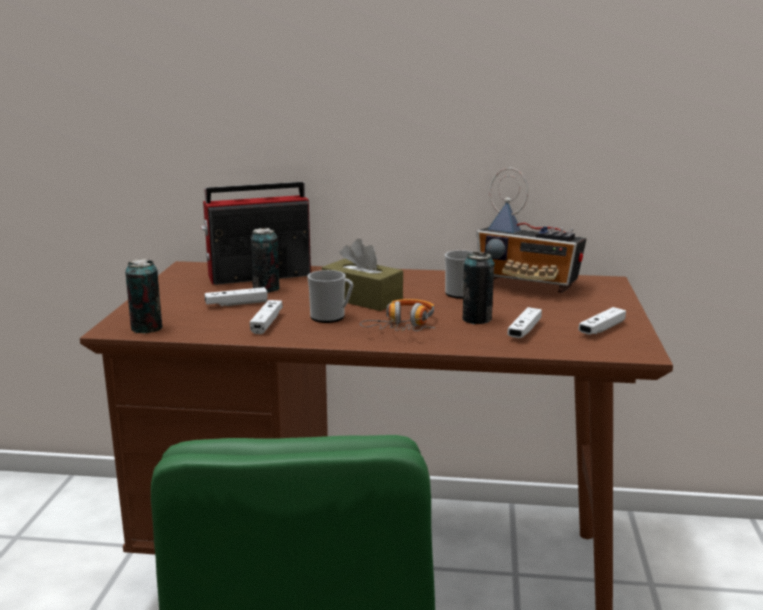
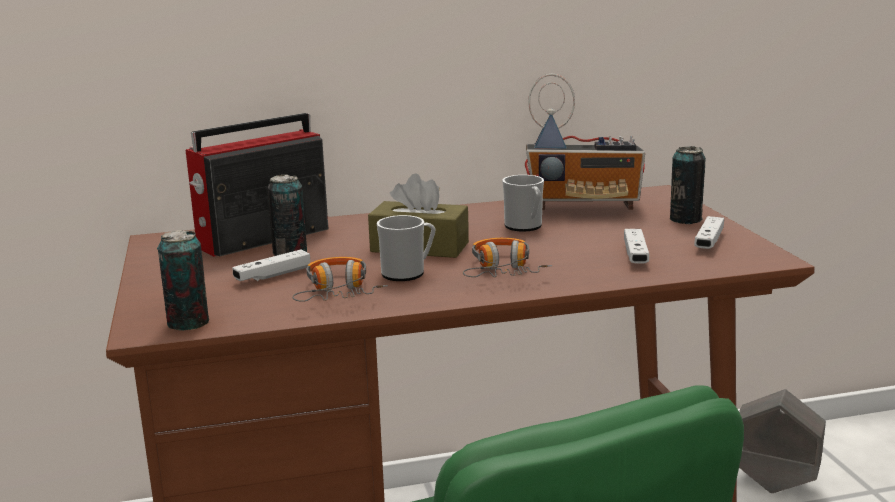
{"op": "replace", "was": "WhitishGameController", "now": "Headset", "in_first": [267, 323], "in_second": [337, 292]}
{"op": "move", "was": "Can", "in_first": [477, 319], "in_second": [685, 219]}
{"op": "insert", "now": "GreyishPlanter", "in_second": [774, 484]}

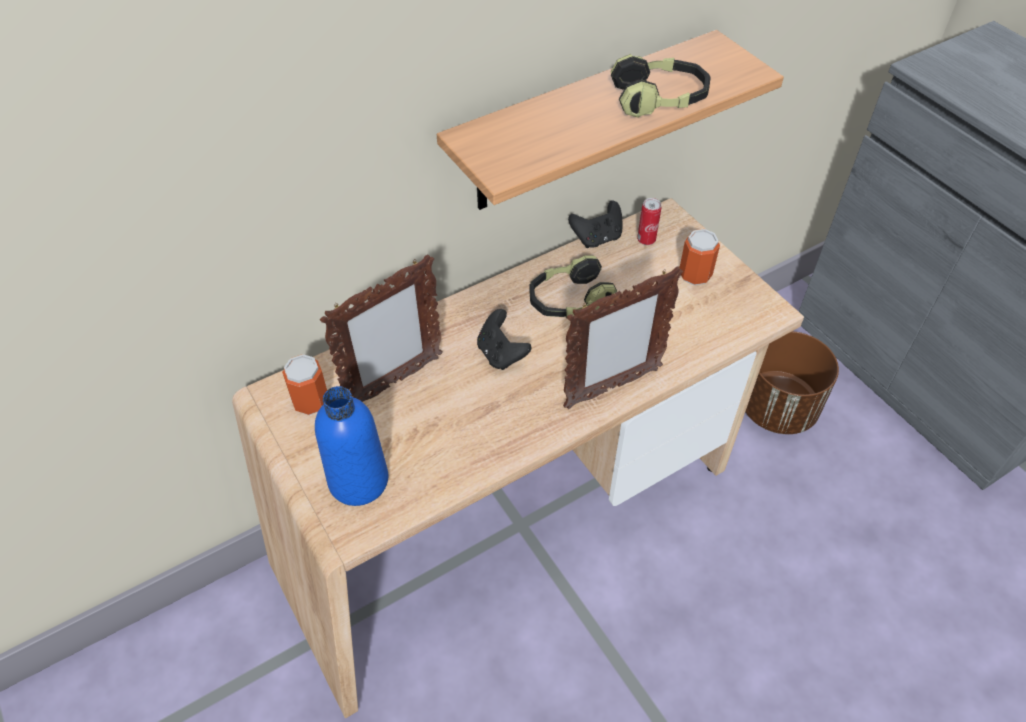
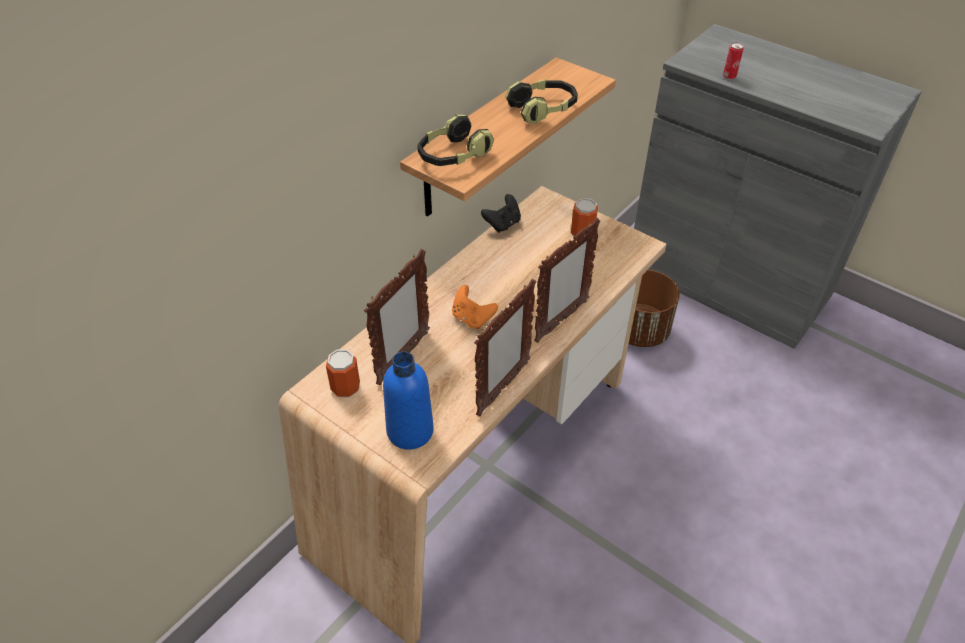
{"op": "move", "was": "Headset", "in_first": [569, 301], "in_second": [453, 156]}
{"op": "recolor", "was": "BlackishGameController", "now": "OrangeGameController", "in_first": [501, 354], "in_second": [472, 318]}
{"op": "insert", "now": "StandingFrame", "in_second": [502, 388]}
{"op": "move", "was": "Can", "in_first": [646, 240], "in_second": [729, 77]}

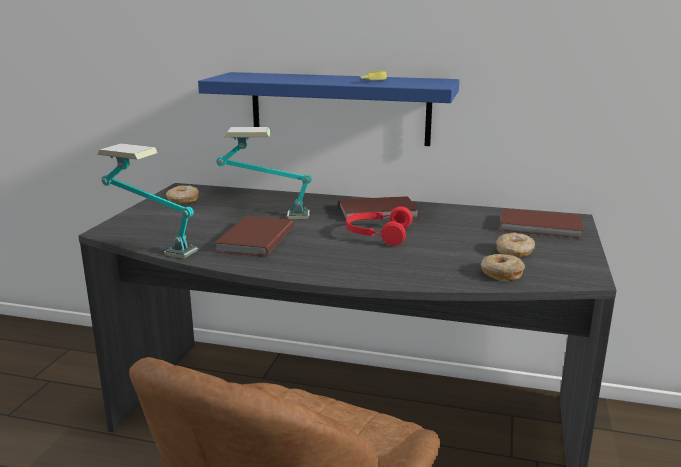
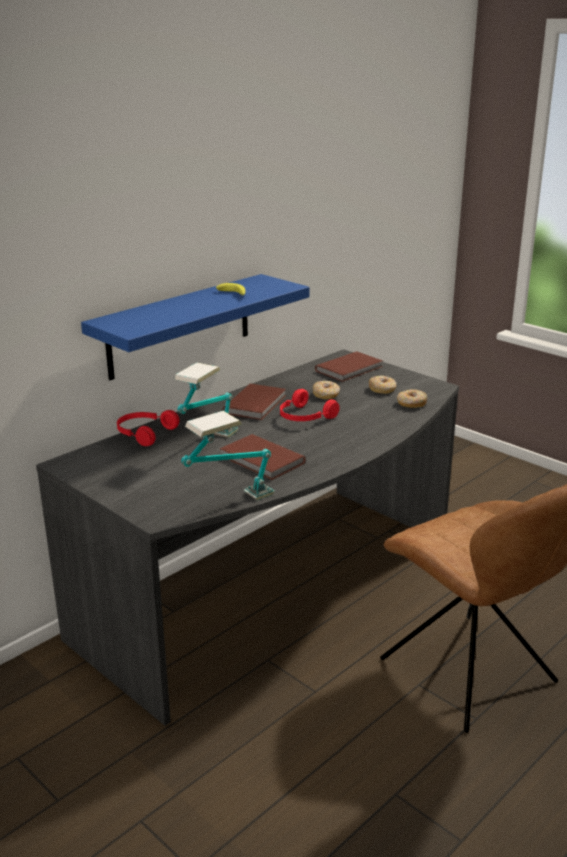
{"op": "insert", "now": "RedHeadset", "in_second": [144, 433]}
{"op": "move", "was": "Doughnut", "in_first": [182, 200], "in_second": [326, 395]}

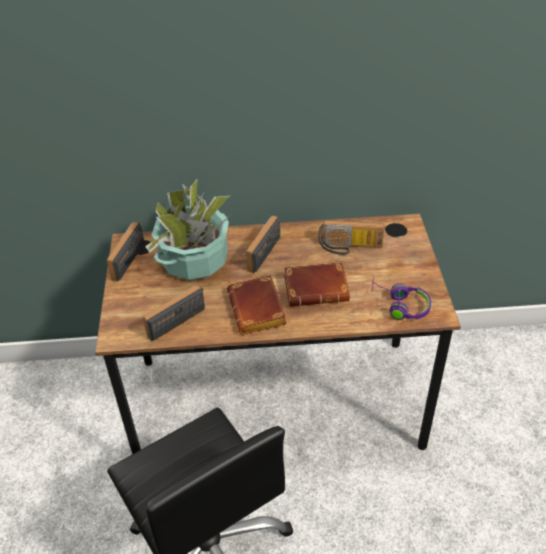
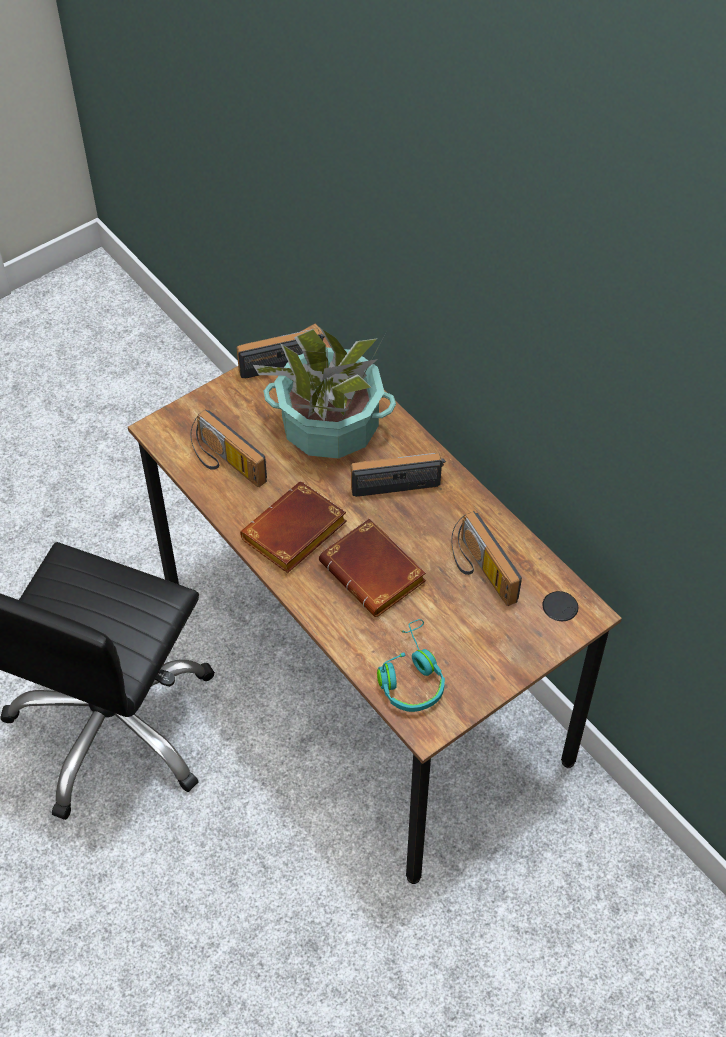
{"op": "rotate", "was": "RadioReceiver", "in_first": [174, 318], "in_second": [224, 463], "clockwise": -150}
{"op": "recolor", "was": "PurpleColouredHeadset", "now": "TurquoiseHeadset", "in_first": [399, 305], "in_second": [410, 676]}

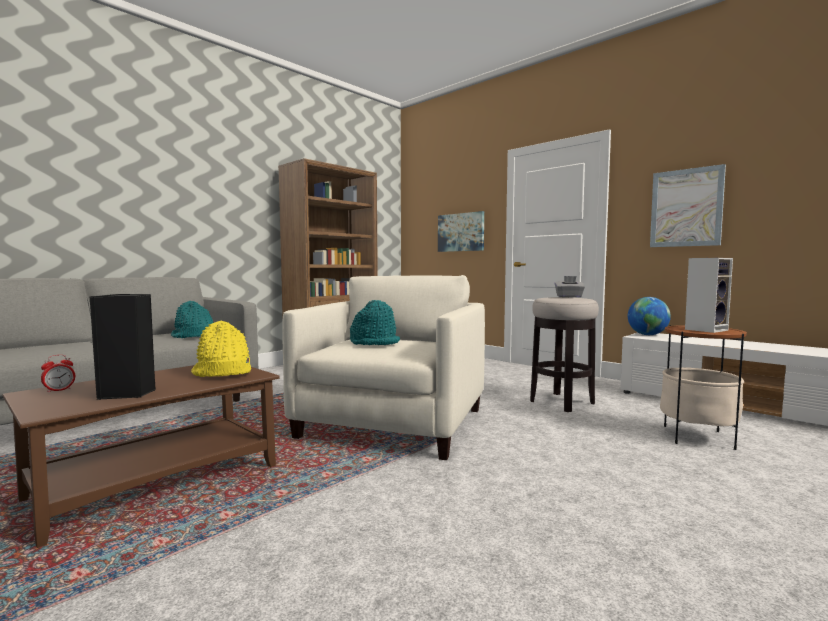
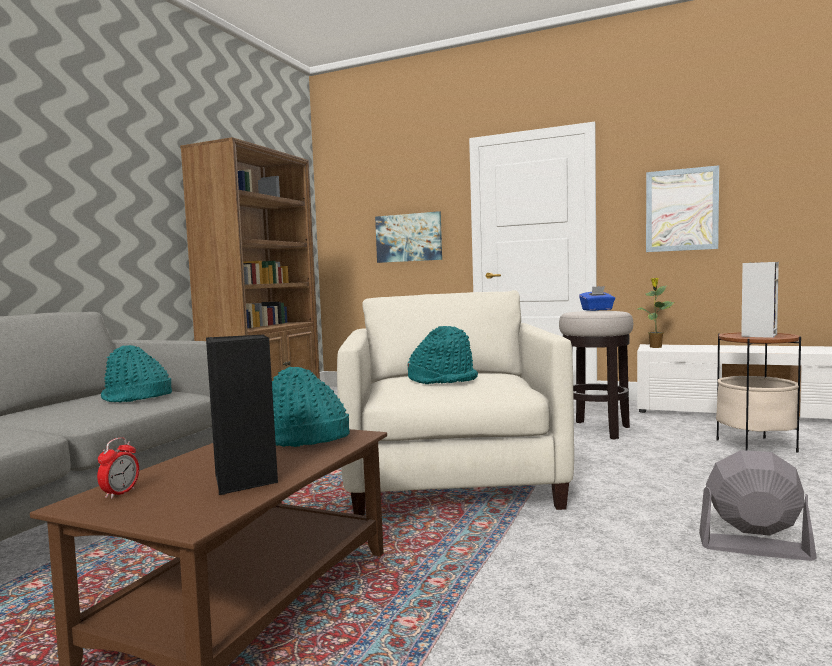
{"op": "recolor", "was": "YellowColouredWearableHat", "now": "TurquoiseWearableHat", "in_first": [222, 372], "in_second": [304, 438]}
{"op": "recolor", "was": "GreyishBoxOfTissues", "now": "BlueColouredBoxOfTissues", "in_first": [569, 296], "in_second": [597, 310]}
{"op": "replace", "was": "Globe", "now": "Houseplant", "in_first": [647, 335], "in_second": [655, 347]}
{"op": "insert", "now": "GreyishCoolingFan", "in_second": [754, 547]}

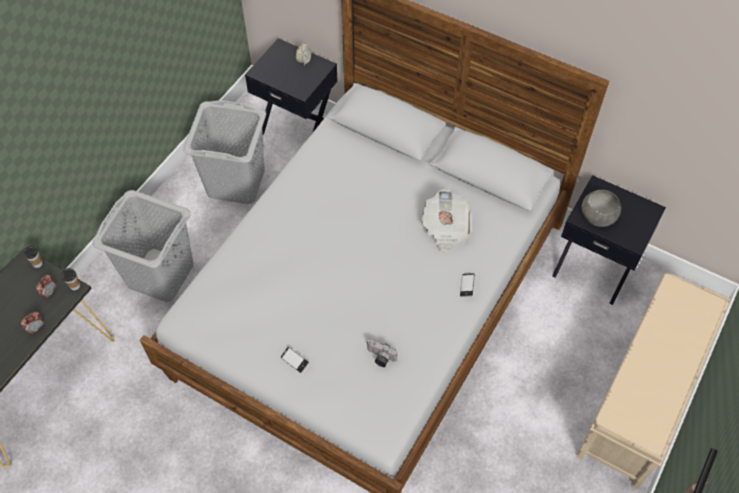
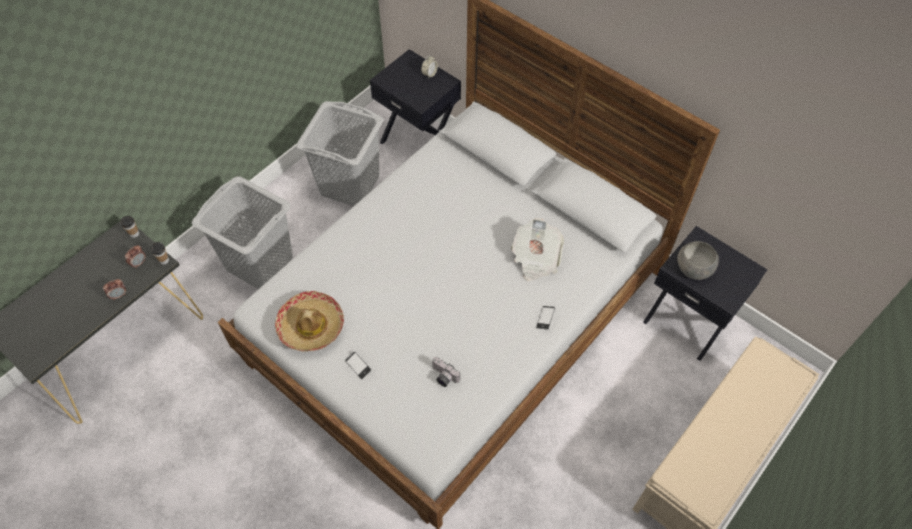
{"op": "insert", "now": "WearableHat", "in_second": [311, 326]}

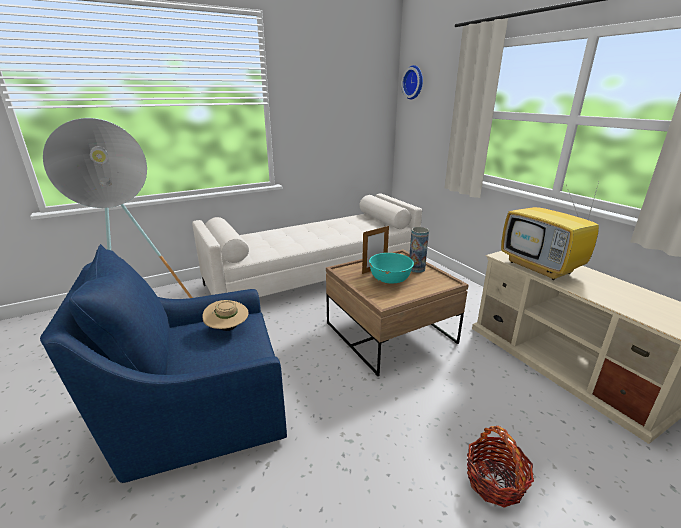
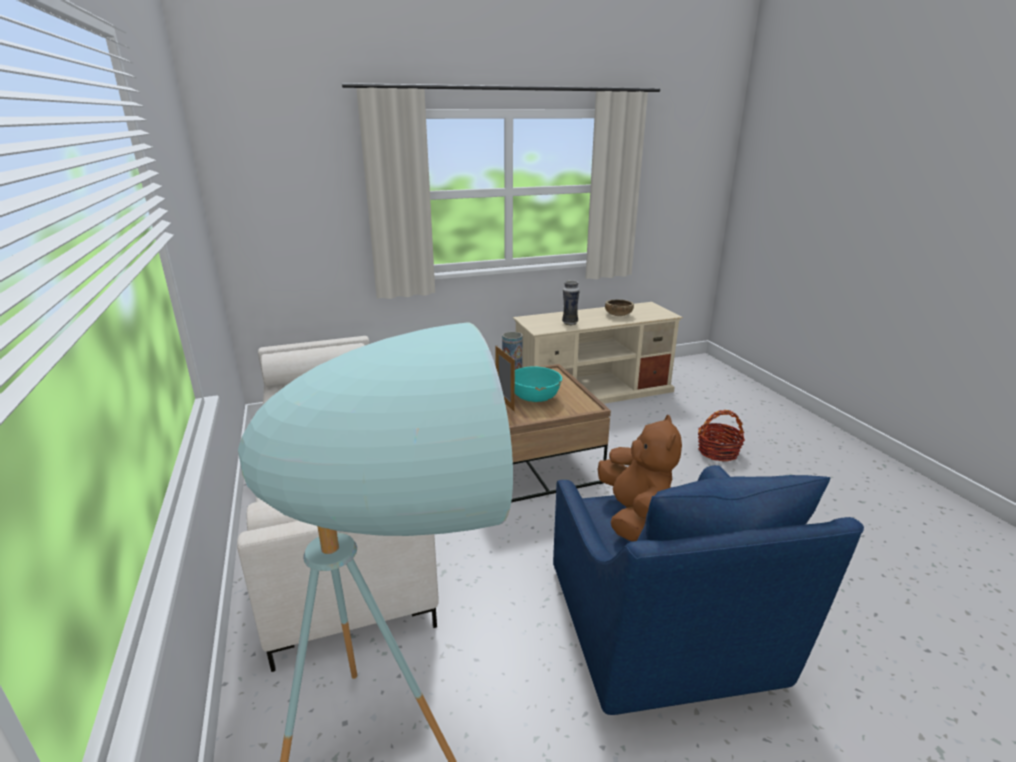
{"op": "replace", "was": "TvSet", "now": "Vase", "in_first": [542, 268], "in_second": [569, 323]}
{"op": "replace", "was": "SandColouredWearableHat", "now": "BrownishCuddlyToy", "in_first": [227, 328], "in_second": [633, 515]}
{"op": "insert", "now": "BrownishServingBowl", "in_second": [618, 315]}
{"op": "delete", "was": "HangingClock", "in_first": [414, 82]}

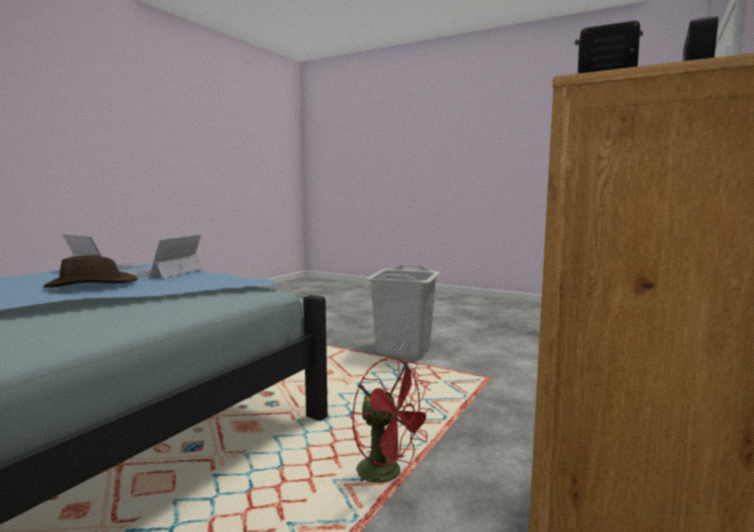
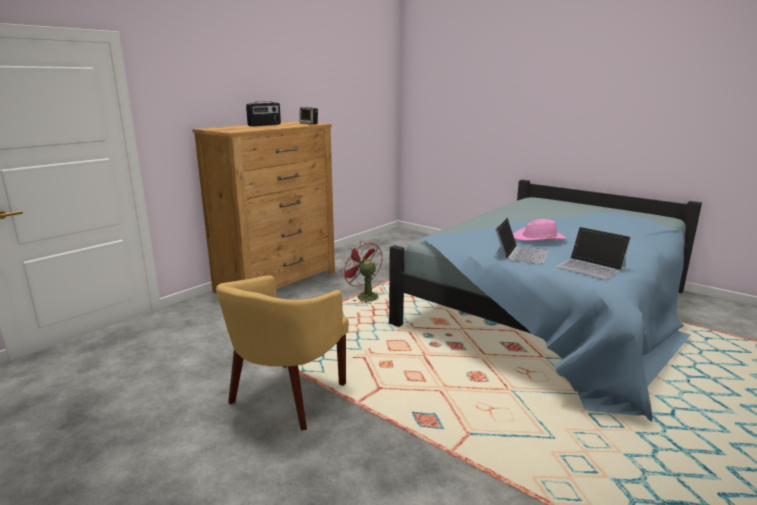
{"op": "replace", "was": "GreyishHamper", "now": "YellowColouredLoungeChair", "in_first": [404, 350], "in_second": [287, 397]}
{"op": "recolor", "was": "BrownishWearableHat", "now": "PinkWearableHat", "in_first": [91, 284], "in_second": [539, 238]}

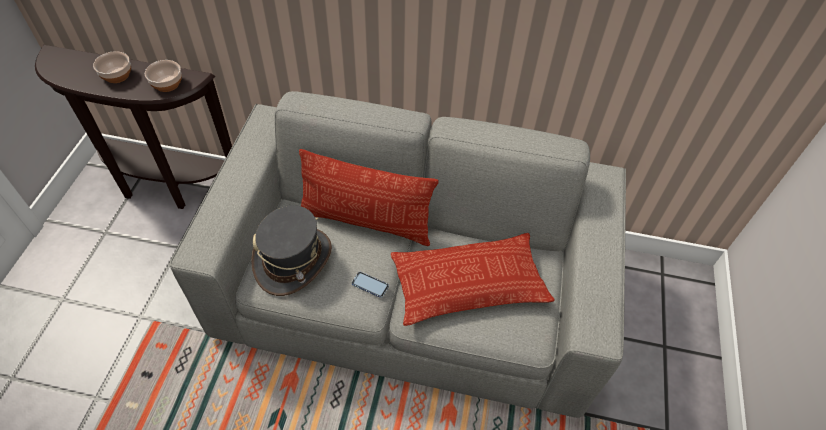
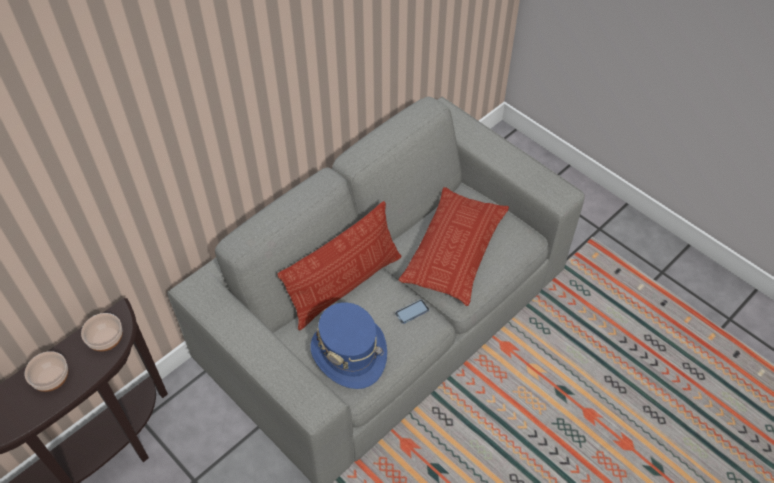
{"op": "recolor", "was": "GreyishWearableHat", "now": "BlueColouredWearableHat", "in_first": [293, 260], "in_second": [349, 353]}

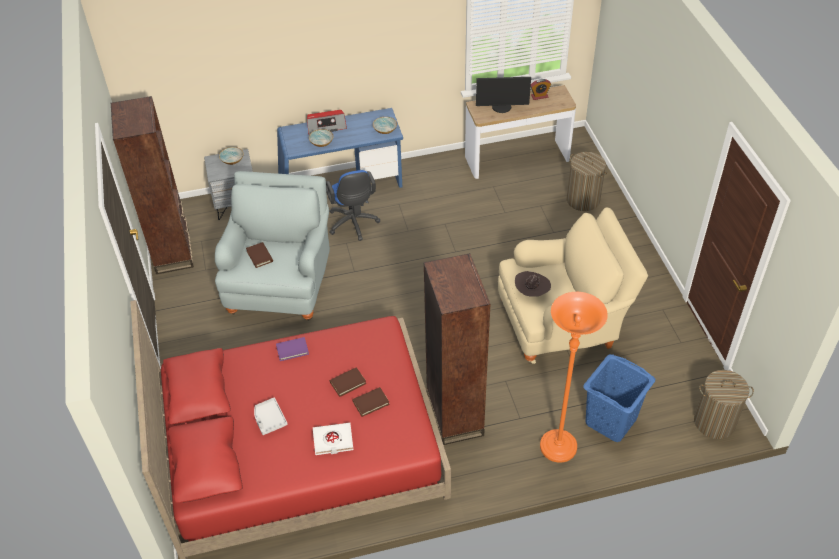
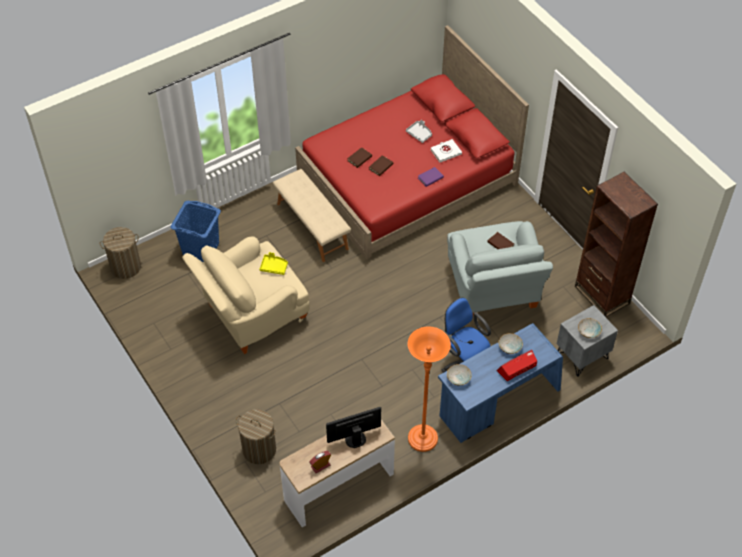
{"op": "replace", "was": "BrownishWearableHat", "now": "YellowColouredTray", "in_first": [531, 293], "in_second": [274, 267]}
{"op": "replace", "was": "BrownishShelvingUnit", "now": "SandColouredBench", "in_first": [455, 415], "in_second": [313, 226]}
{"op": "move", "was": "OrangeStandardLamp", "in_first": [558, 447], "in_second": [422, 439]}
{"op": "move", "was": "WhitishBoundBook", "in_first": [333, 441], "in_second": [446, 152]}

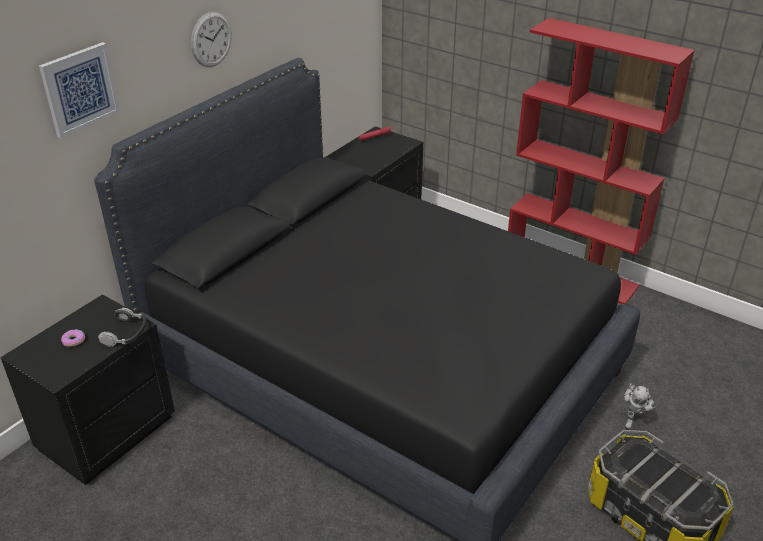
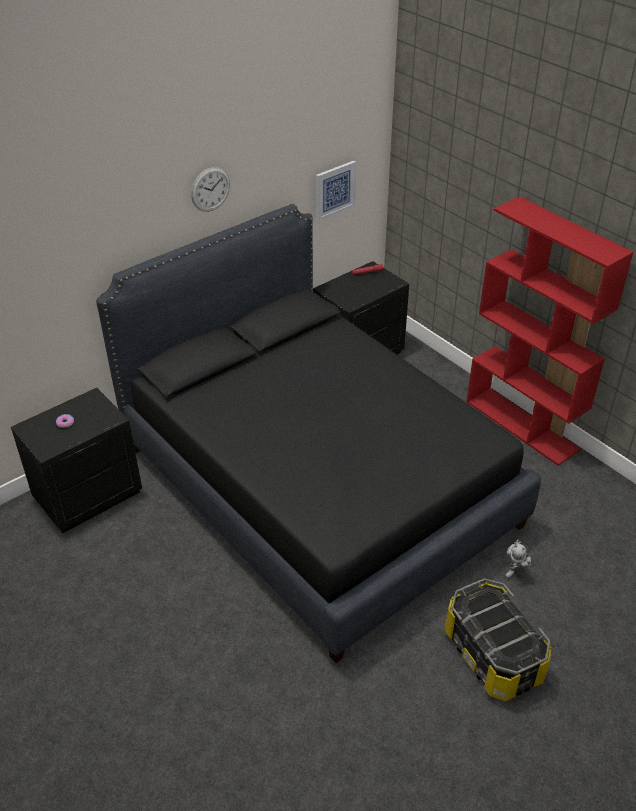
{"op": "move", "was": "WallArt", "in_first": [80, 89], "in_second": [334, 190]}
{"op": "delete", "was": "Headset", "in_first": [126, 333]}

